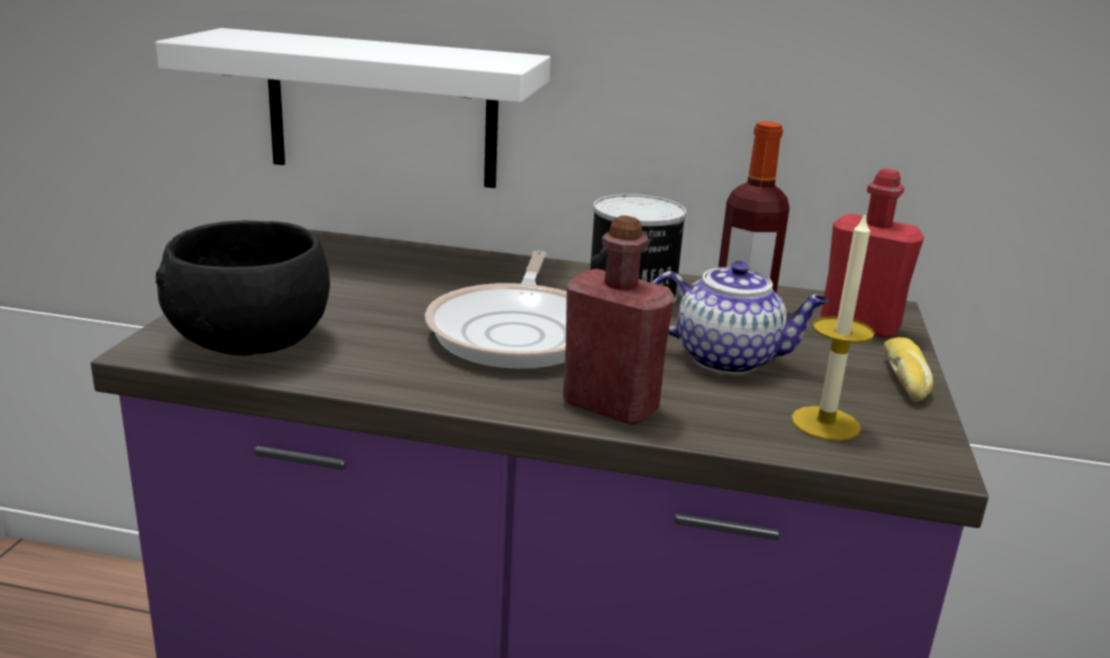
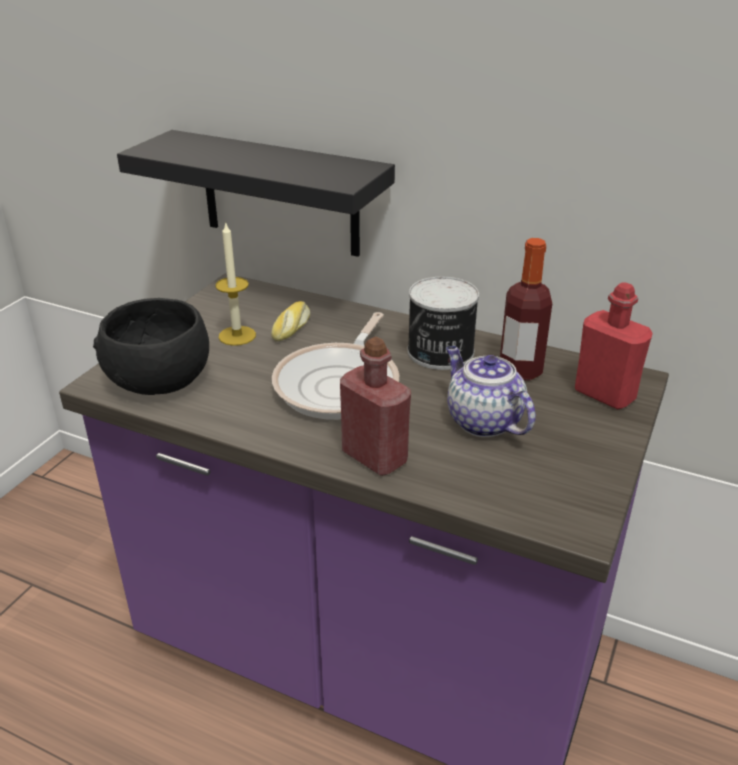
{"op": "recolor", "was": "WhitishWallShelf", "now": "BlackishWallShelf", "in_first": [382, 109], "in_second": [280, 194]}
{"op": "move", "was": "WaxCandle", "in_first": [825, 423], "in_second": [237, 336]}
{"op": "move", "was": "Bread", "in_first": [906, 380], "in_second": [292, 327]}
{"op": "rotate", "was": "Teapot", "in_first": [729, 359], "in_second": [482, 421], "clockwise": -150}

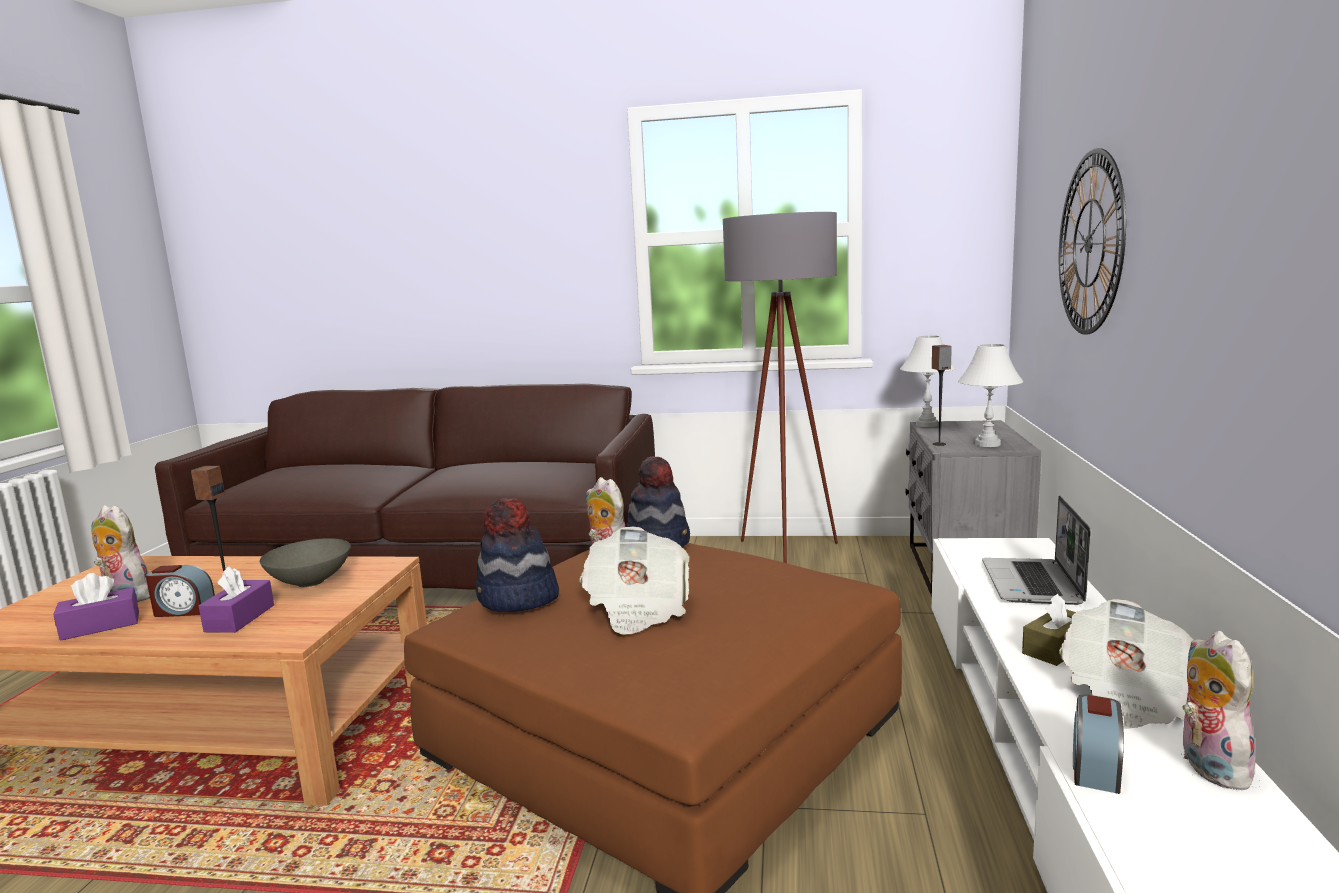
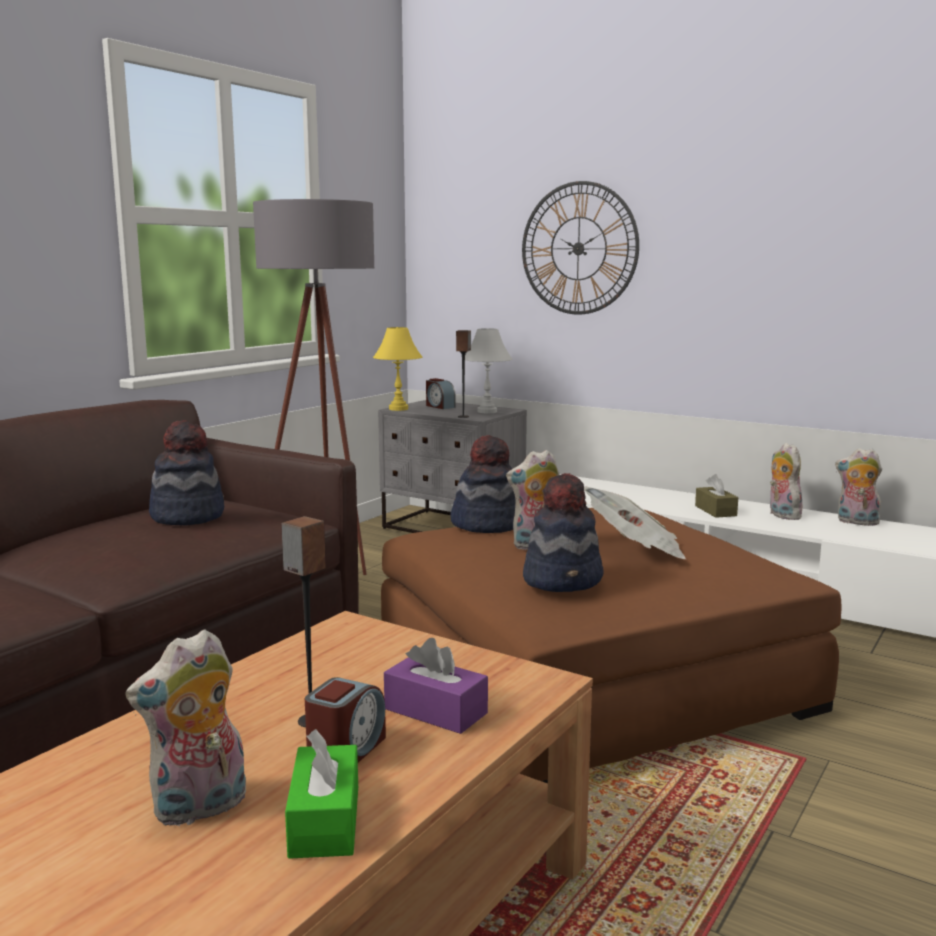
{"op": "insert", "now": "WearableHat", "in_second": [188, 516]}
{"op": "recolor", "was": "PurpleColouredBoxOfTissues", "now": "GreenColouredBoxOfTissues", "in_first": [100, 626], "in_second": [325, 821]}
{"op": "recolor", "was": "WhitishTabletopLamp", "now": "YellowColouredTabletopLamp", "in_first": [926, 424], "in_second": [399, 409]}
{"op": "move", "was": "TableClock", "in_first": [1095, 768], "in_second": [439, 406]}
{"op": "replace", "was": "Newspaper", "now": "CuddlyToy", "in_first": [1126, 696], "in_second": [781, 515]}
{"op": "delete", "was": "GreyishServingBowl", "in_first": [310, 582]}
{"op": "delete", "was": "NotebookComputer", "in_first": [1033, 584]}

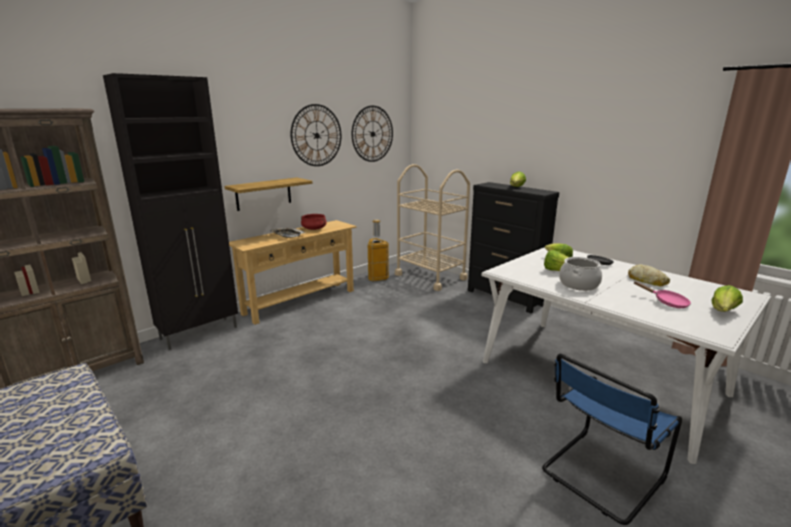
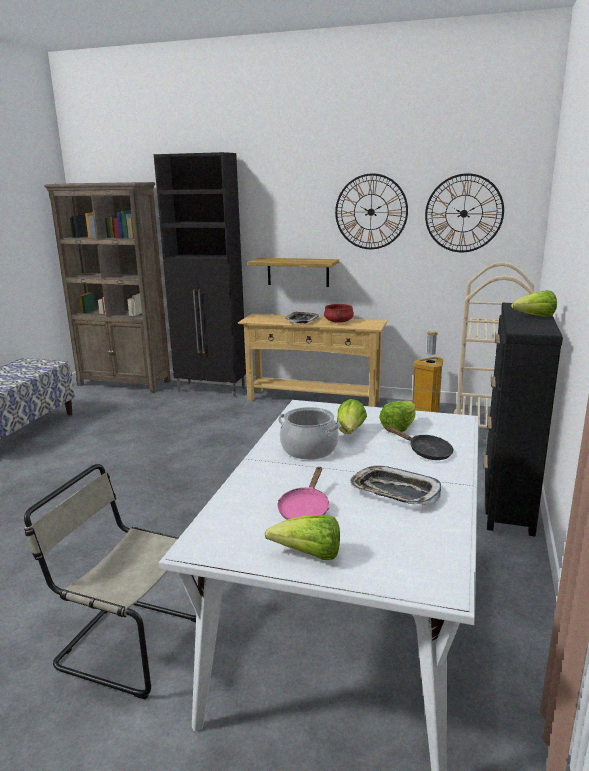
{"op": "recolor", "was": "BlueColouredUprightChair", "now": "SandColouredUprightChair", "in_first": [600, 476], "in_second": [127, 642]}
{"op": "replace", "was": "Bread", "now": "Tray", "in_first": [647, 280], "in_second": [394, 491]}

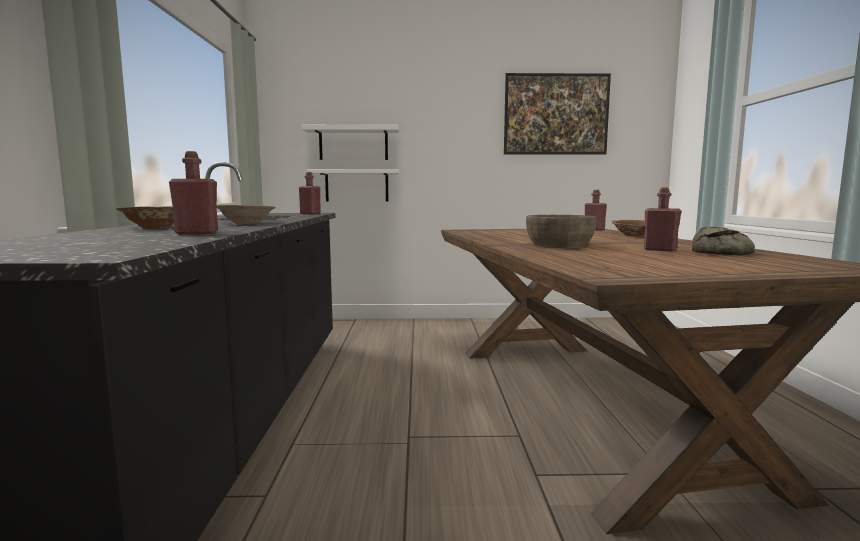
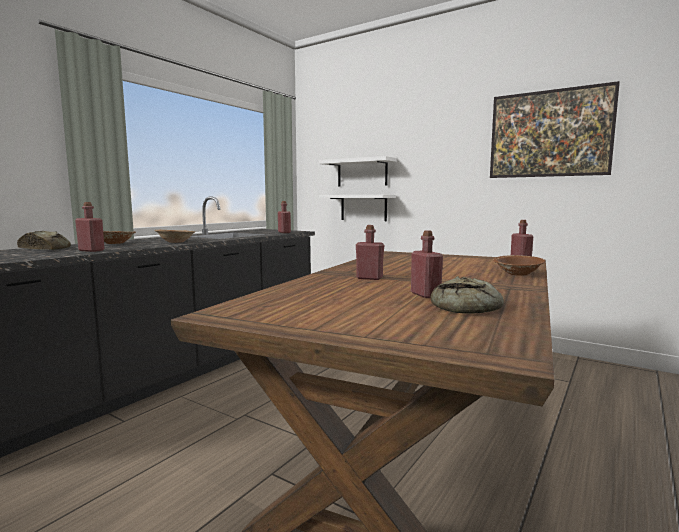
{"op": "insert", "now": "Bread", "in_second": [46, 248]}
{"op": "replace", "was": "BrownishServingBowl", "now": "RedBottle", "in_first": [559, 245], "in_second": [369, 278]}

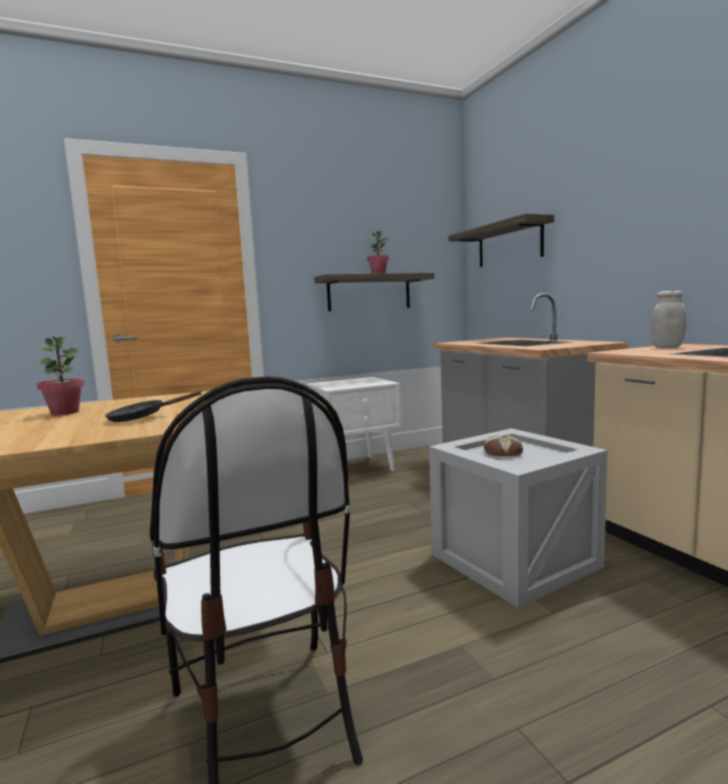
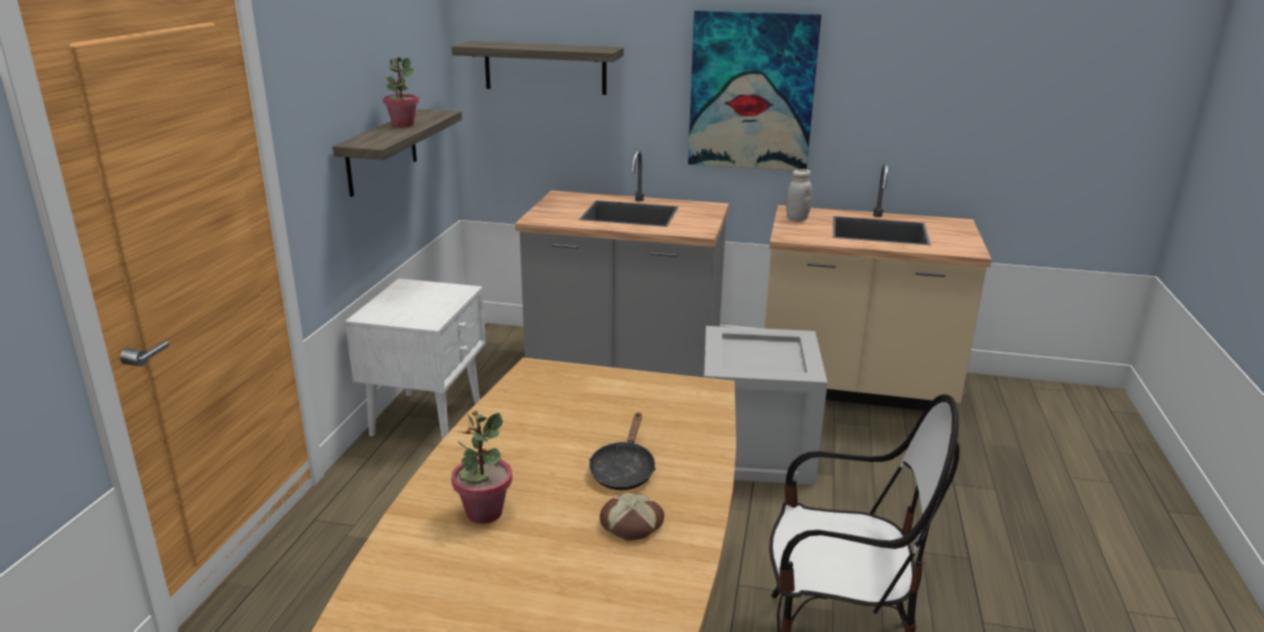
{"op": "move", "was": "Bread", "in_first": [502, 452], "in_second": [632, 524]}
{"op": "insert", "now": "WallArt", "in_second": [752, 91]}

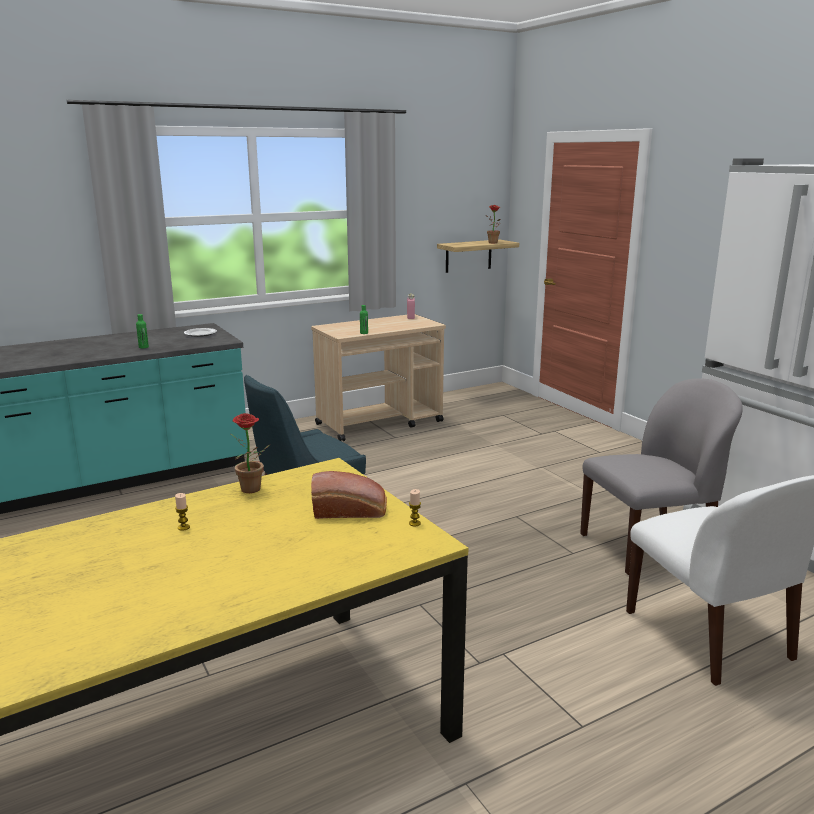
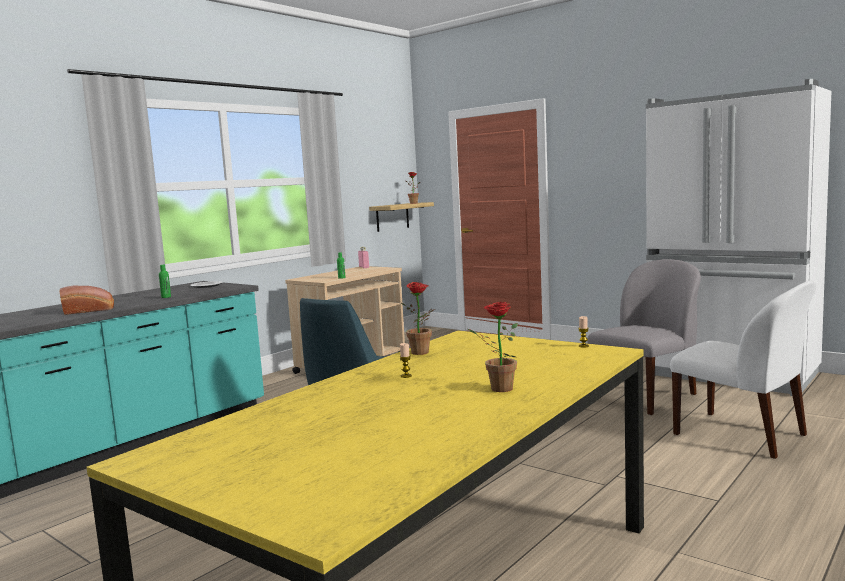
{"op": "move", "was": "Bread", "in_first": [351, 511], "in_second": [90, 310]}
{"op": "insert", "now": "Houseplant", "in_second": [496, 388]}

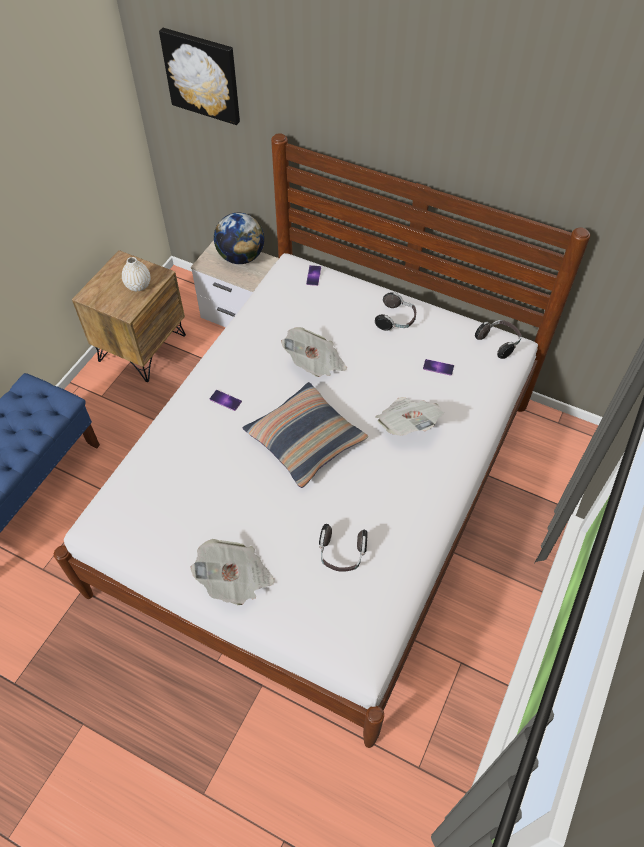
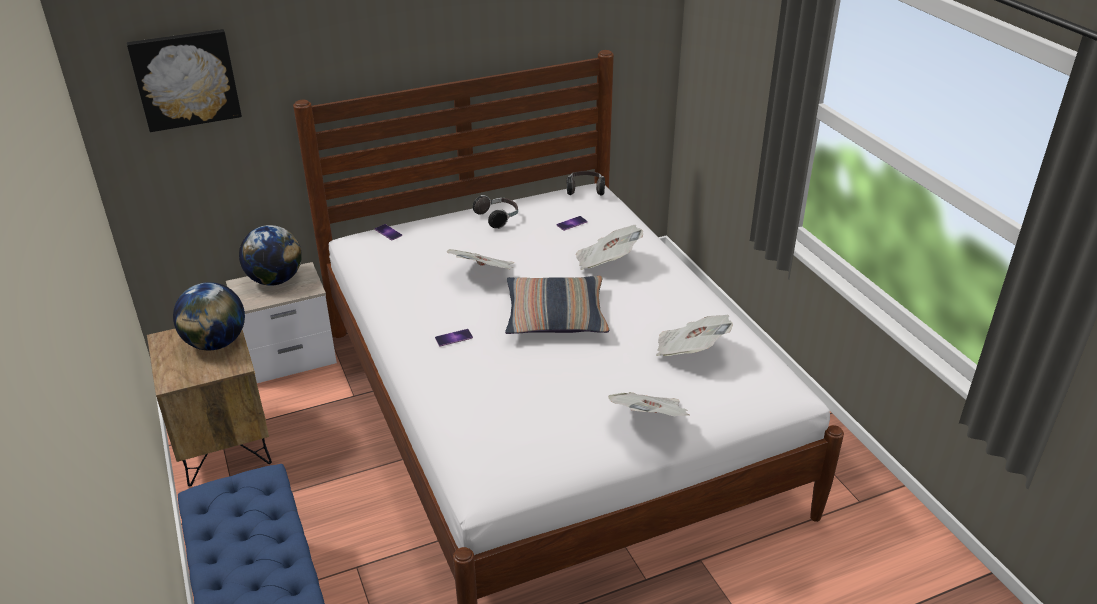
{"op": "replace", "was": "WhitishVase", "now": "Globe", "in_first": [138, 285], "in_second": [216, 343]}
{"op": "replace", "was": "Headset", "now": "Newspaper", "in_first": [341, 554], "in_second": [689, 351]}

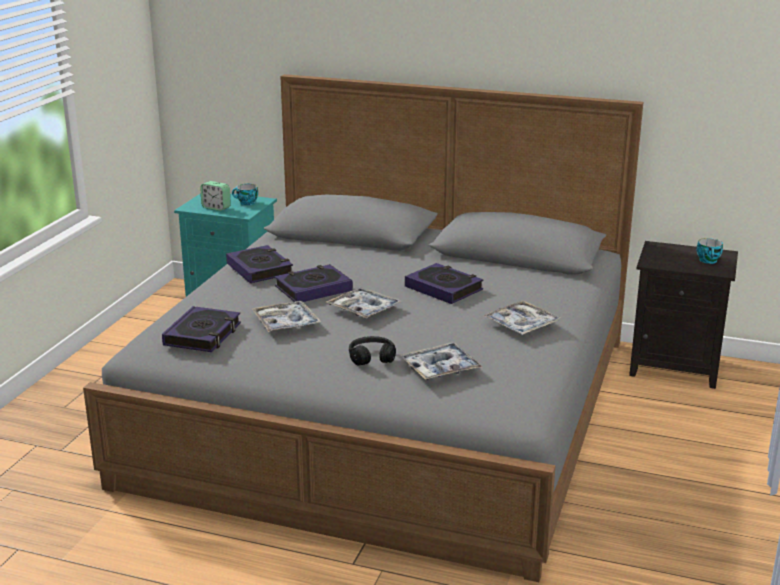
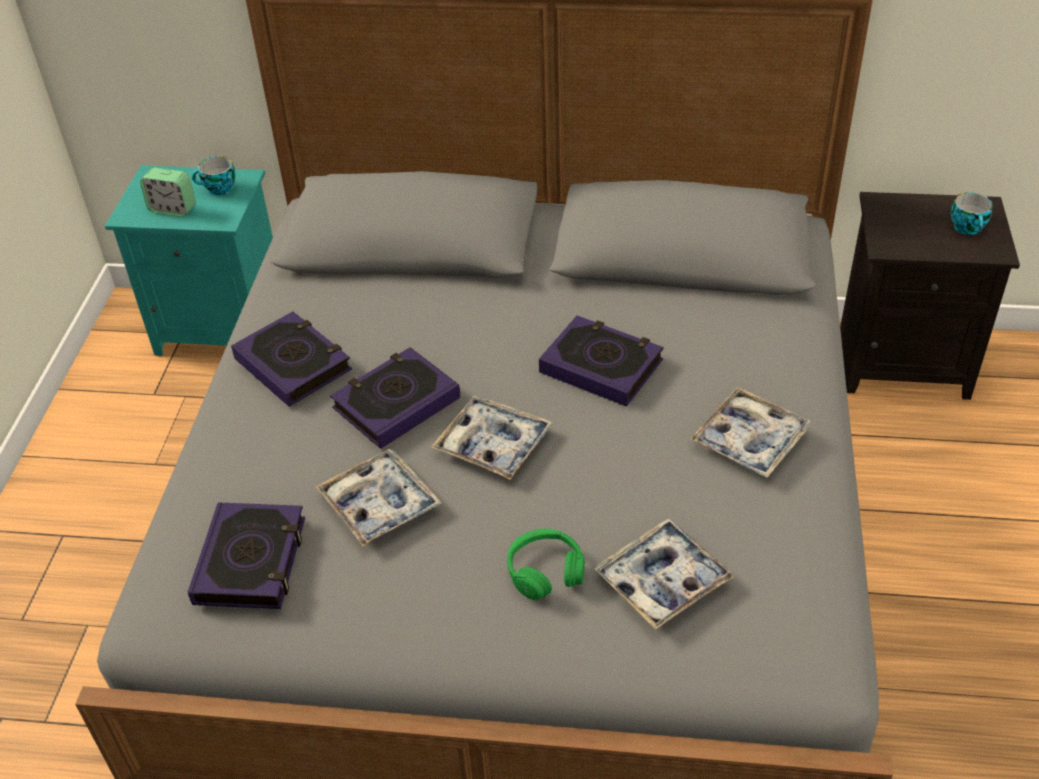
{"op": "recolor", "was": "BlackishHeadset", "now": "GreenColouredHeadset", "in_first": [372, 357], "in_second": [545, 571]}

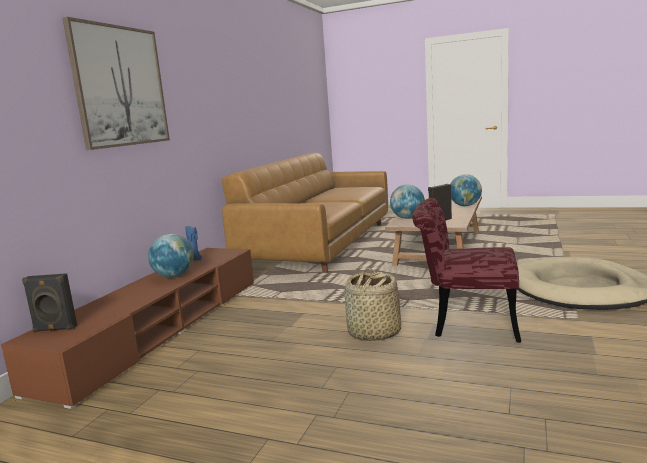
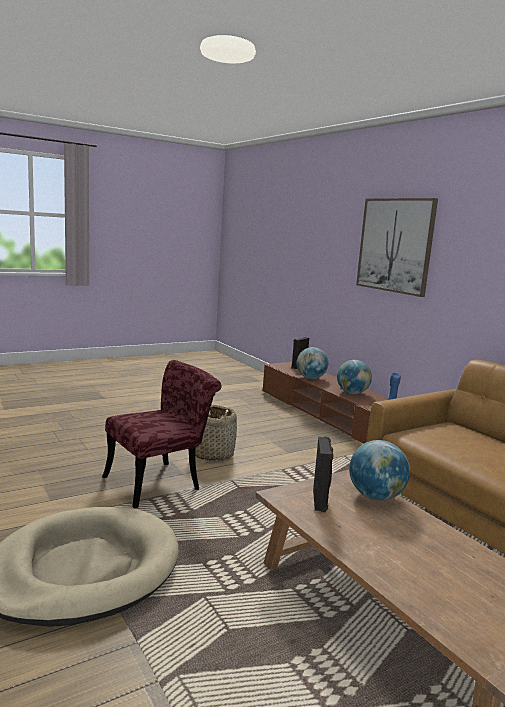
{"op": "move", "was": "Globe", "in_first": [465, 206], "in_second": [310, 378]}

